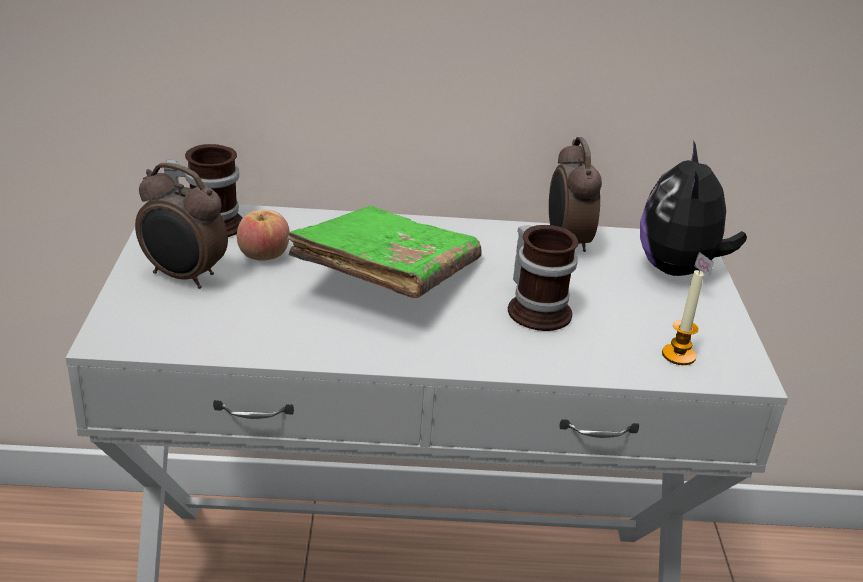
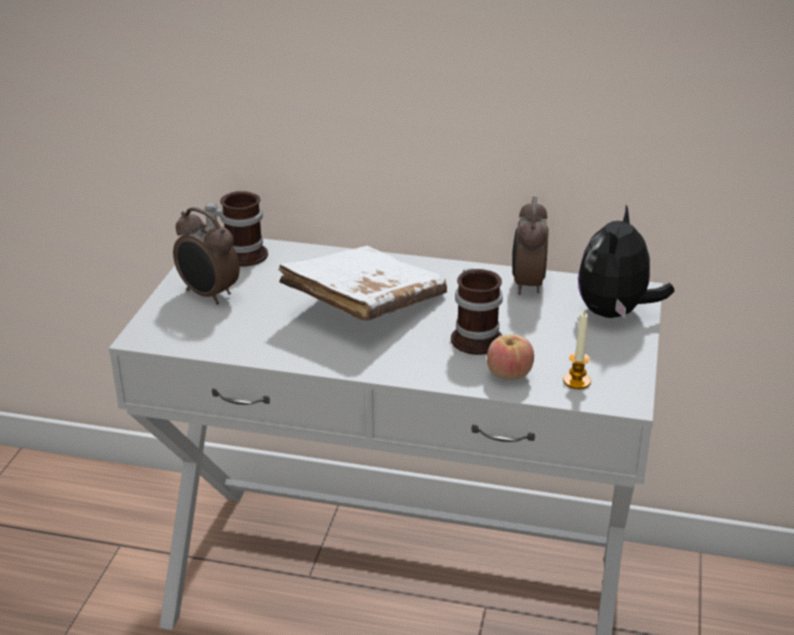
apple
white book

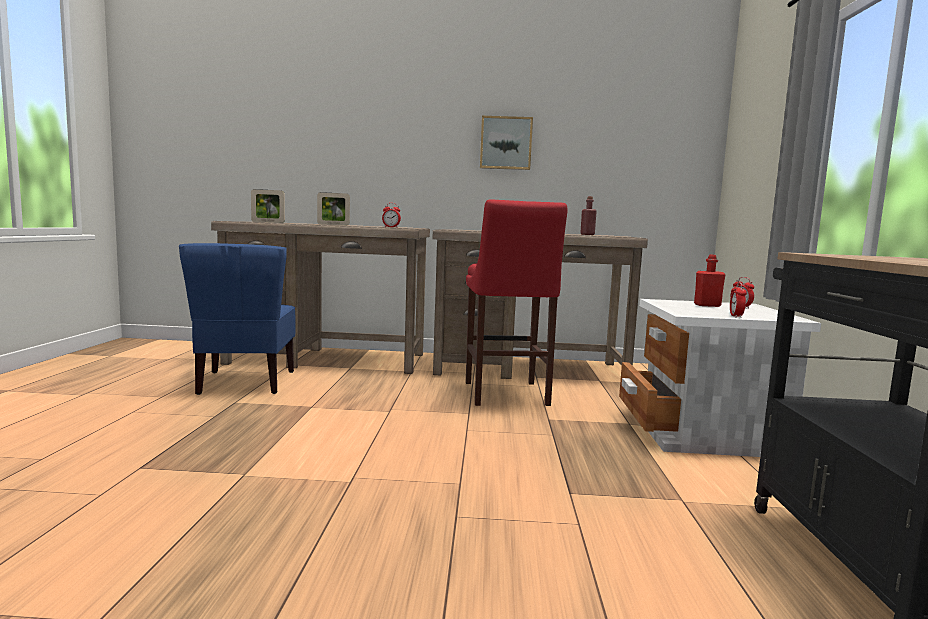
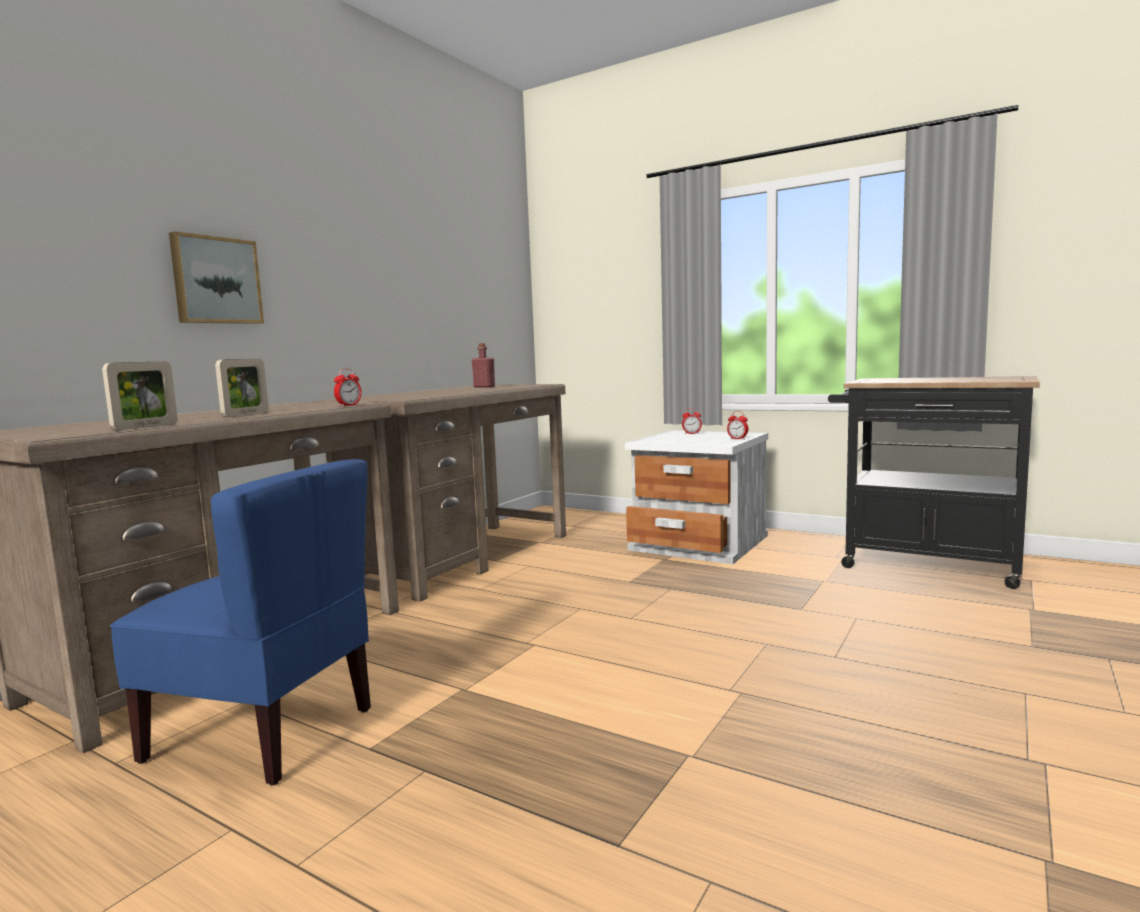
red stool
red bottle (no. 2 from left in the first image)
picture

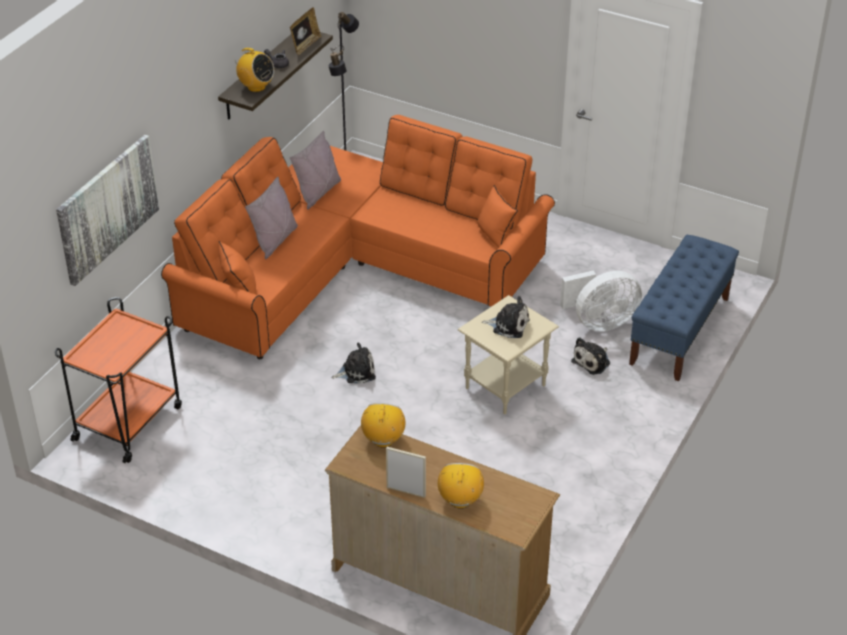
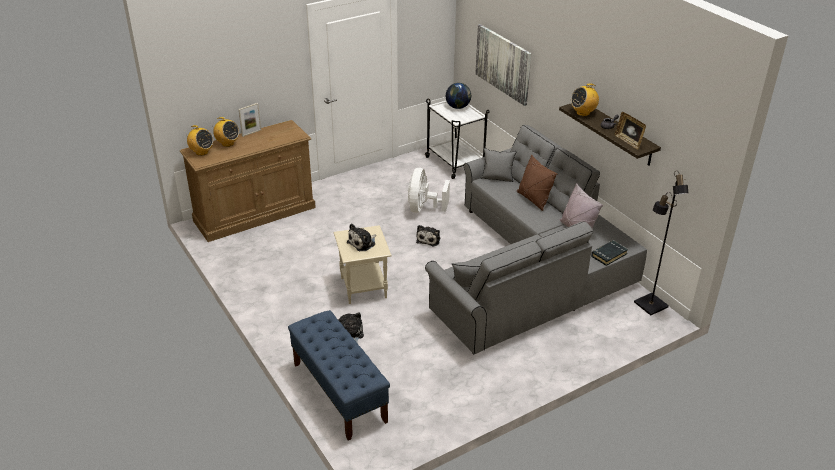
globe
black book
radio (no. 1 from left)
white fan
white cart
grey sofa
brown pillow

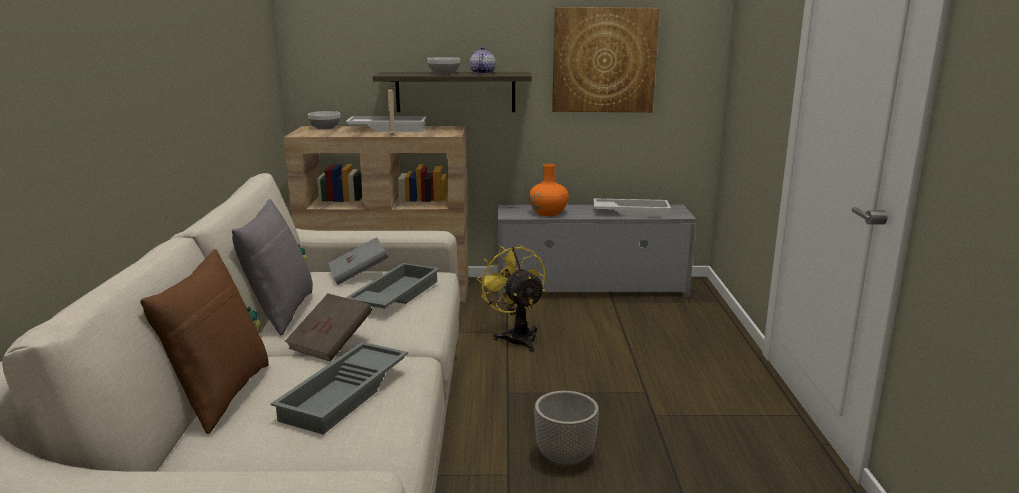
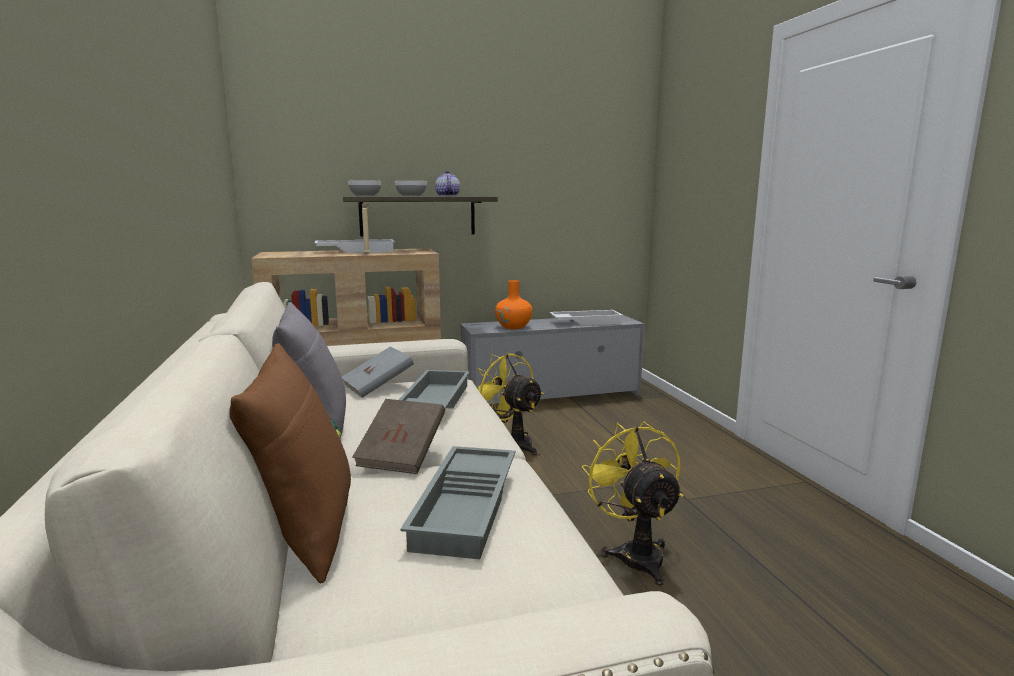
picture
bowl (no. 1 from left)
yellow fan (no. 2 from left)

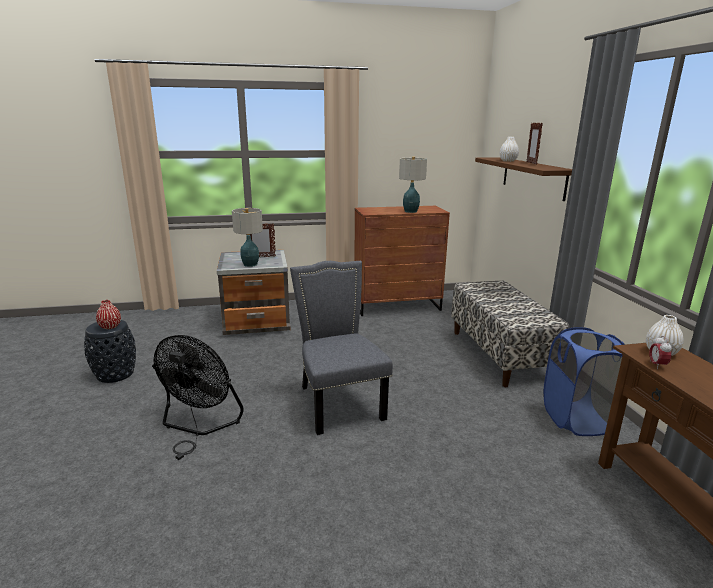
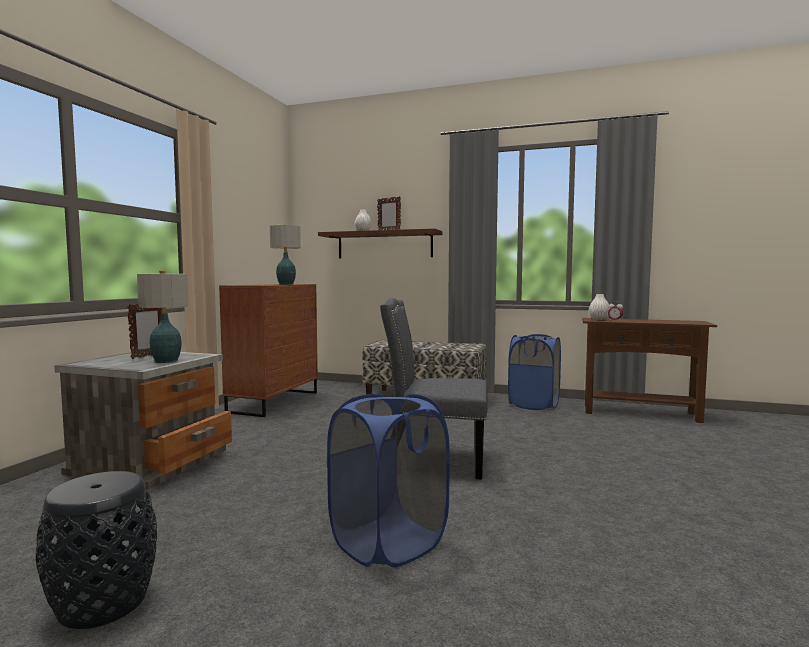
red vase
blue laundry basket (no. 1 from left)

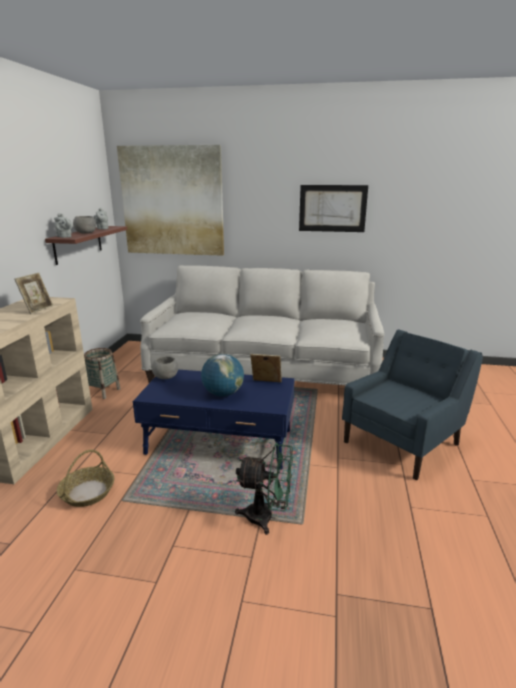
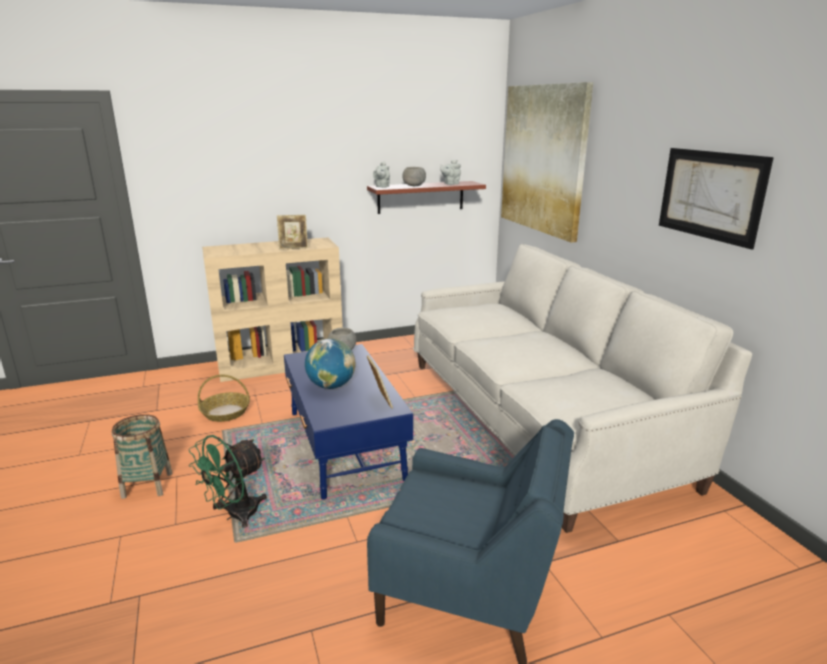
basket (no. 1 from left)
green fan

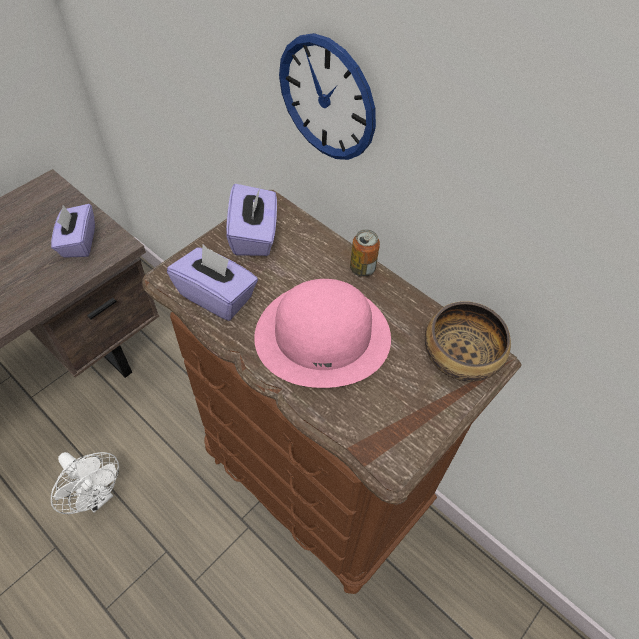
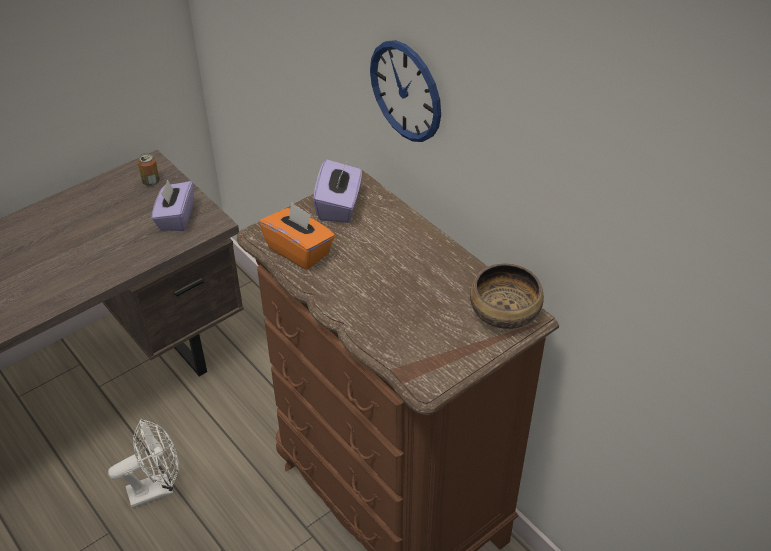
pink hat
can
orange tissue box
white fan

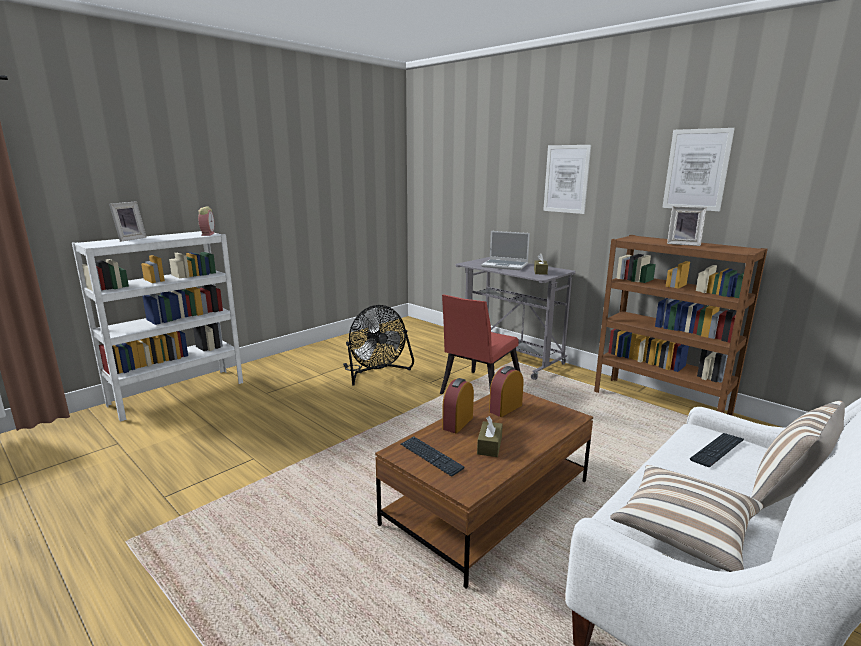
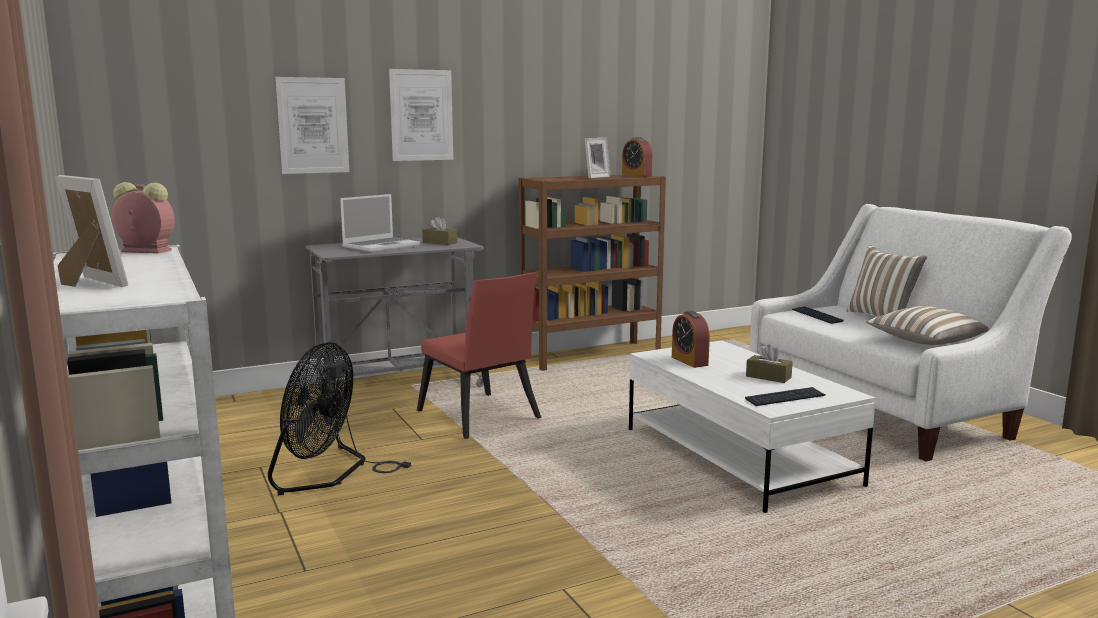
alarm clock (no. 2 from left)
picture (no. 1 from left)
white coffee table
black fan

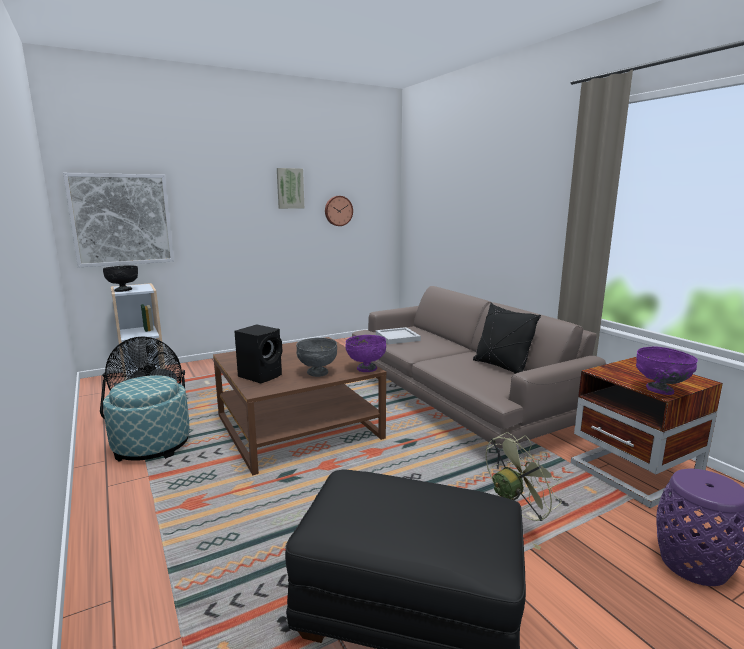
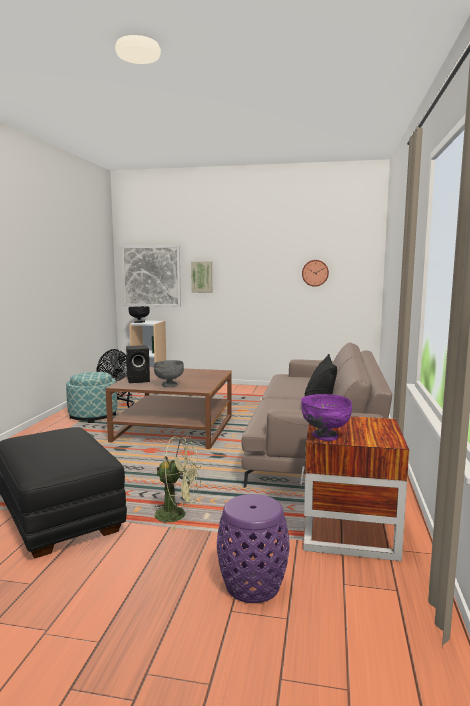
purple bowl (no. 1 from left in the first image)
white tray
picture (no. 2 from left)

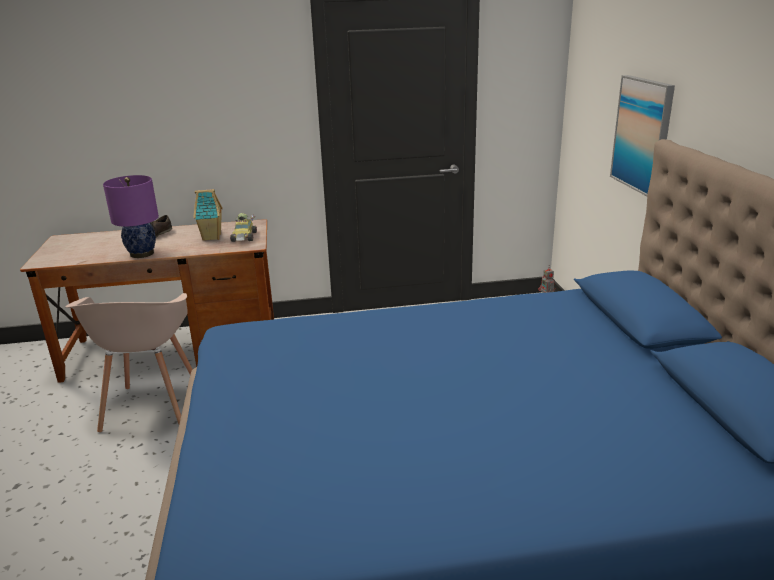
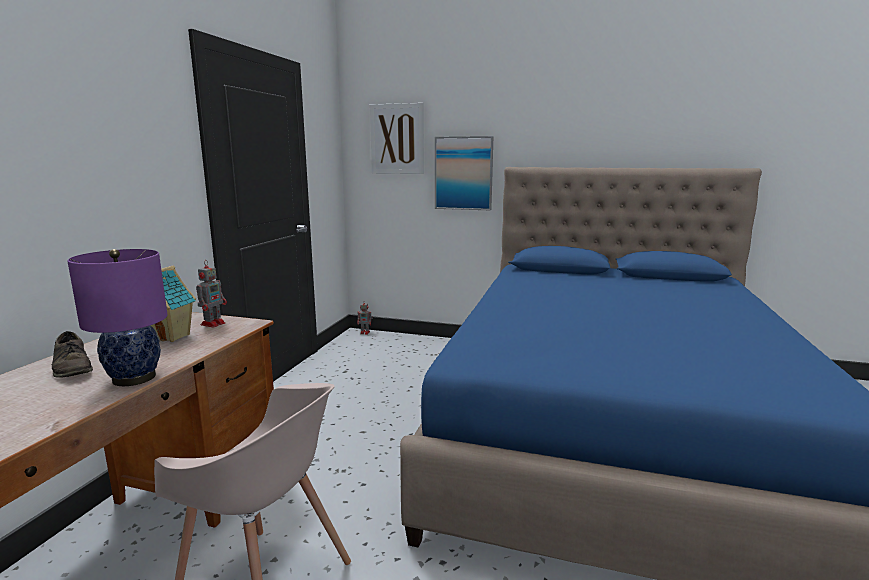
picture (no. 1 from left)
toy robot (no. 1 from left)

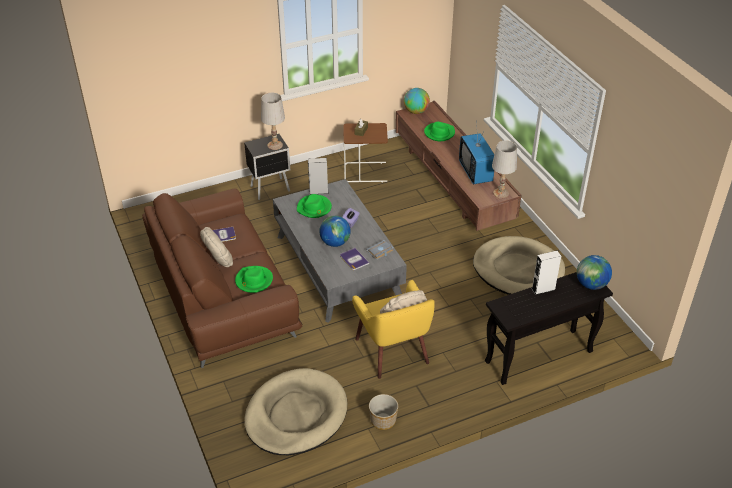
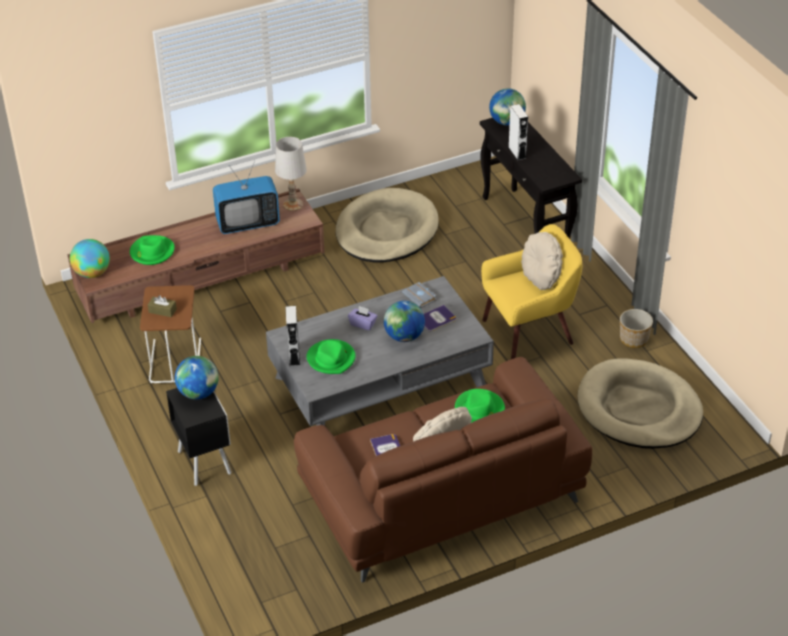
globe (no. 2 from left)

